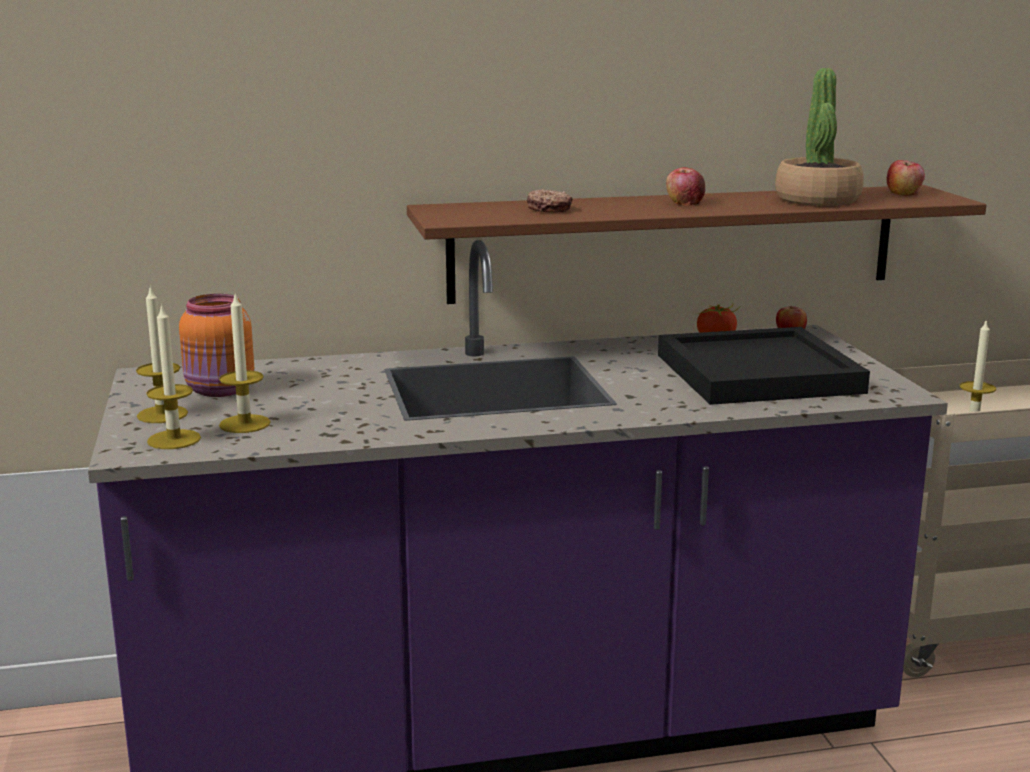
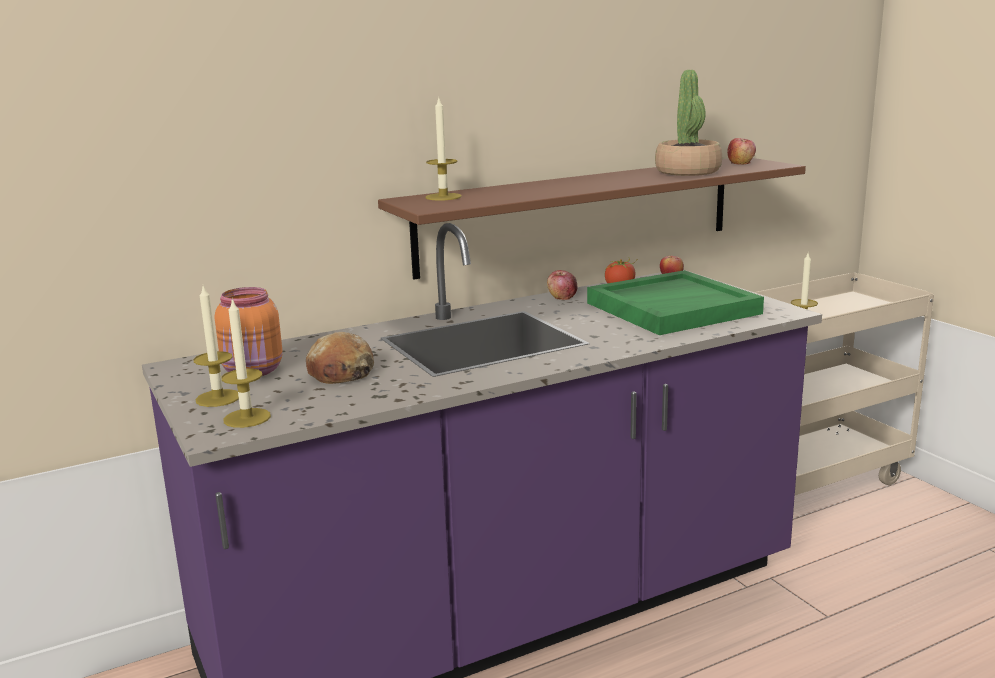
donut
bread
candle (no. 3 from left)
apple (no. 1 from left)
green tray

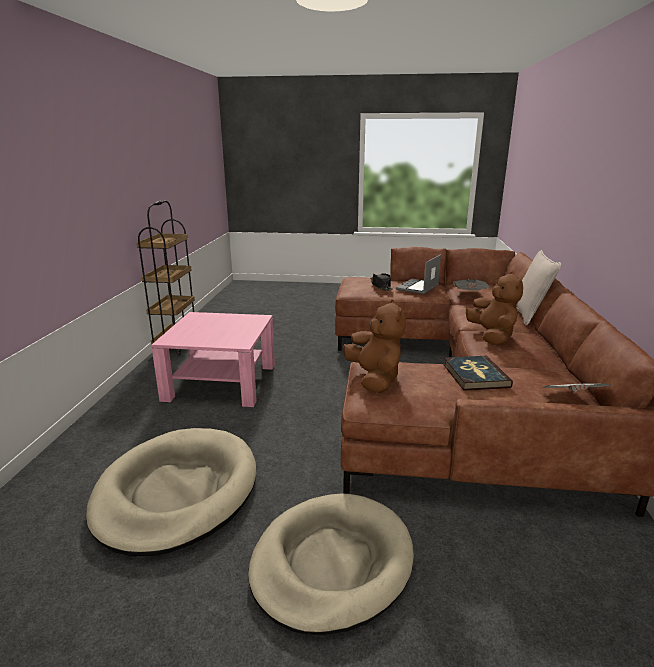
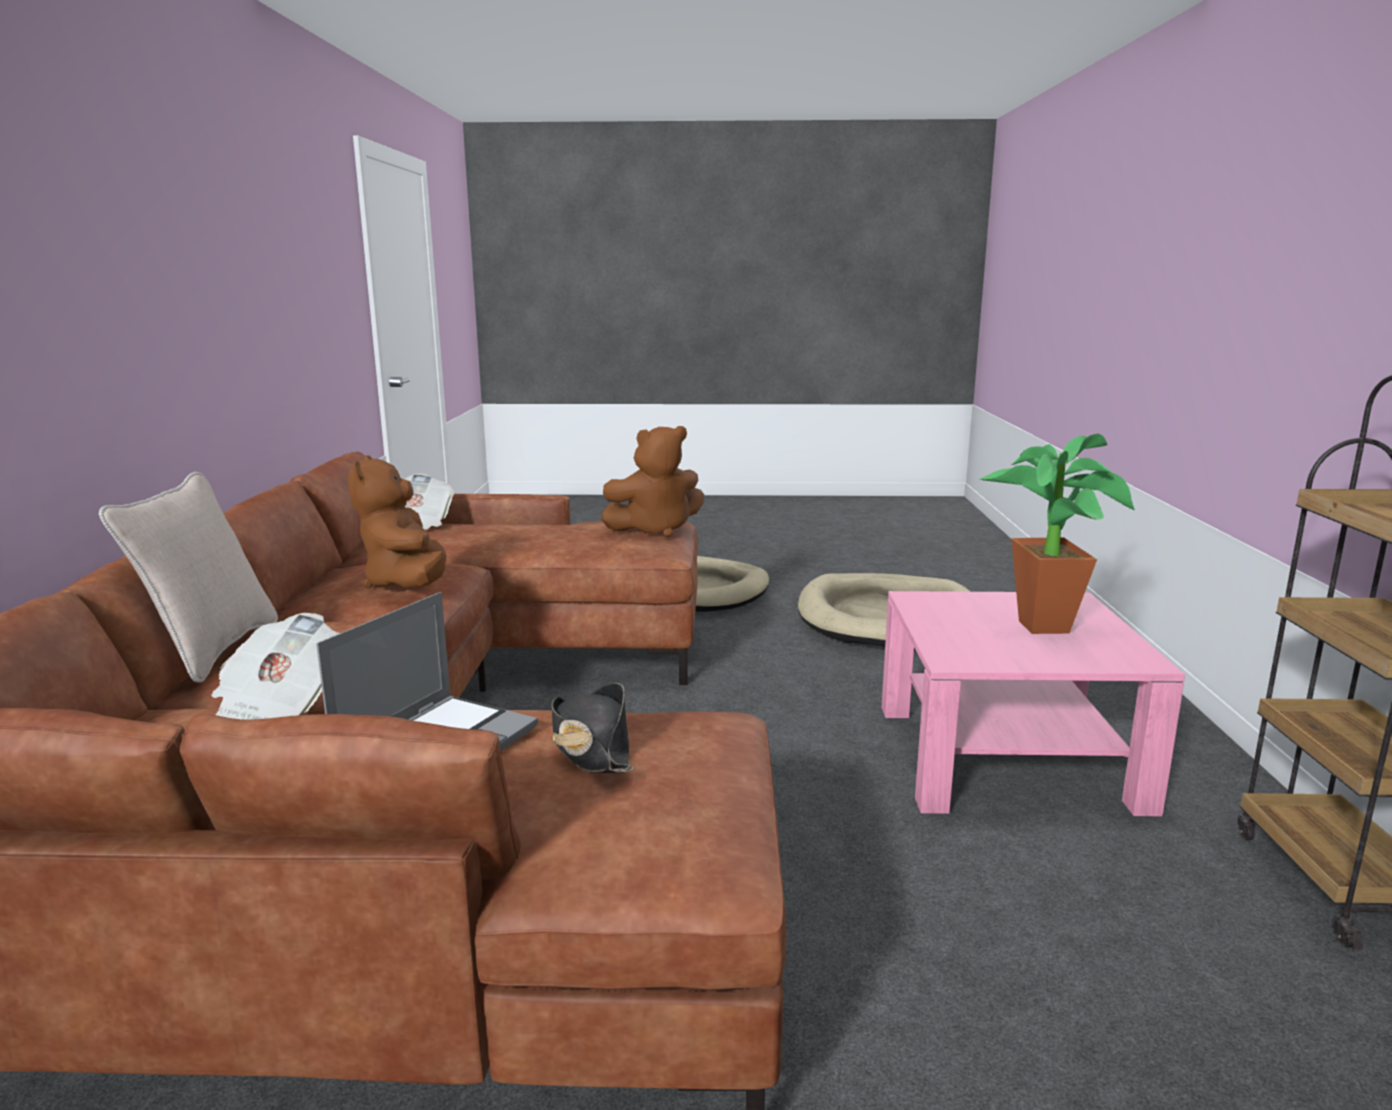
book
potted plant
brown plush toy (no. 2 from left)

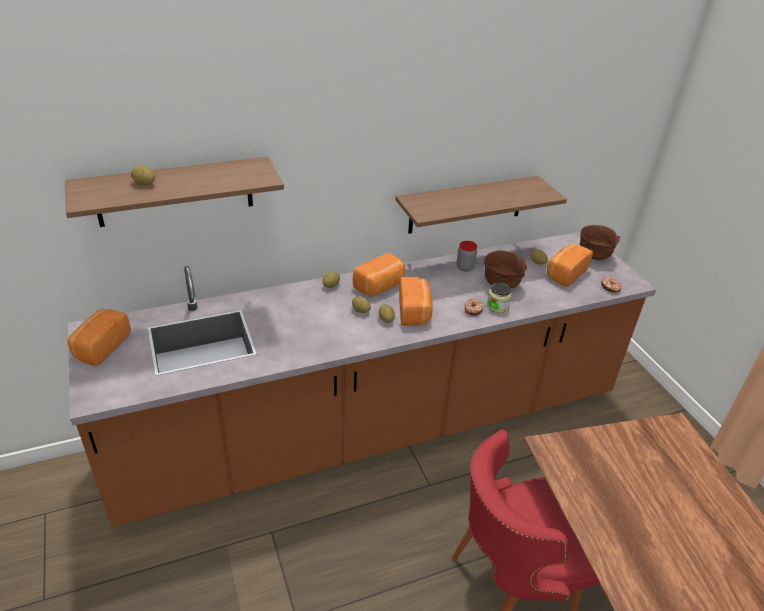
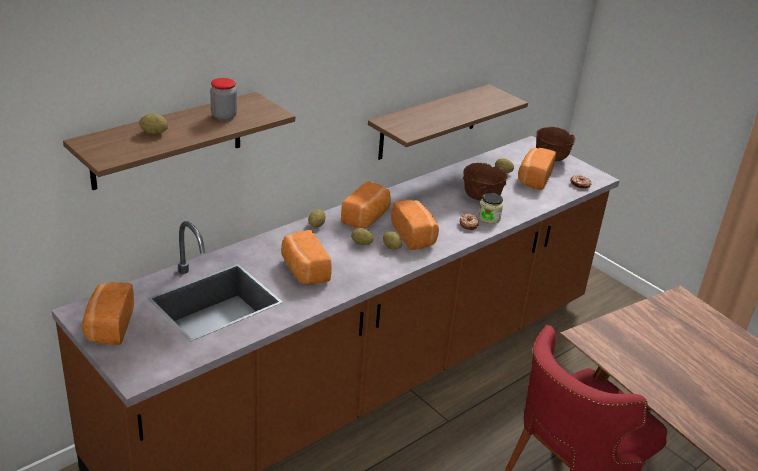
bread (no. 2 from left)
jar (no. 1 from left)

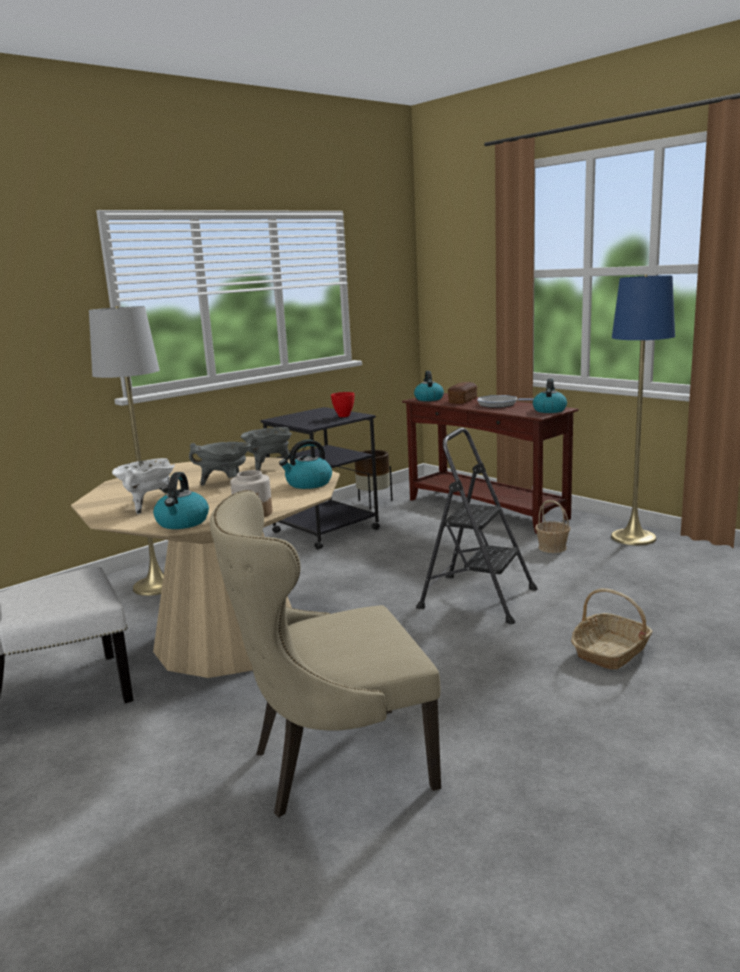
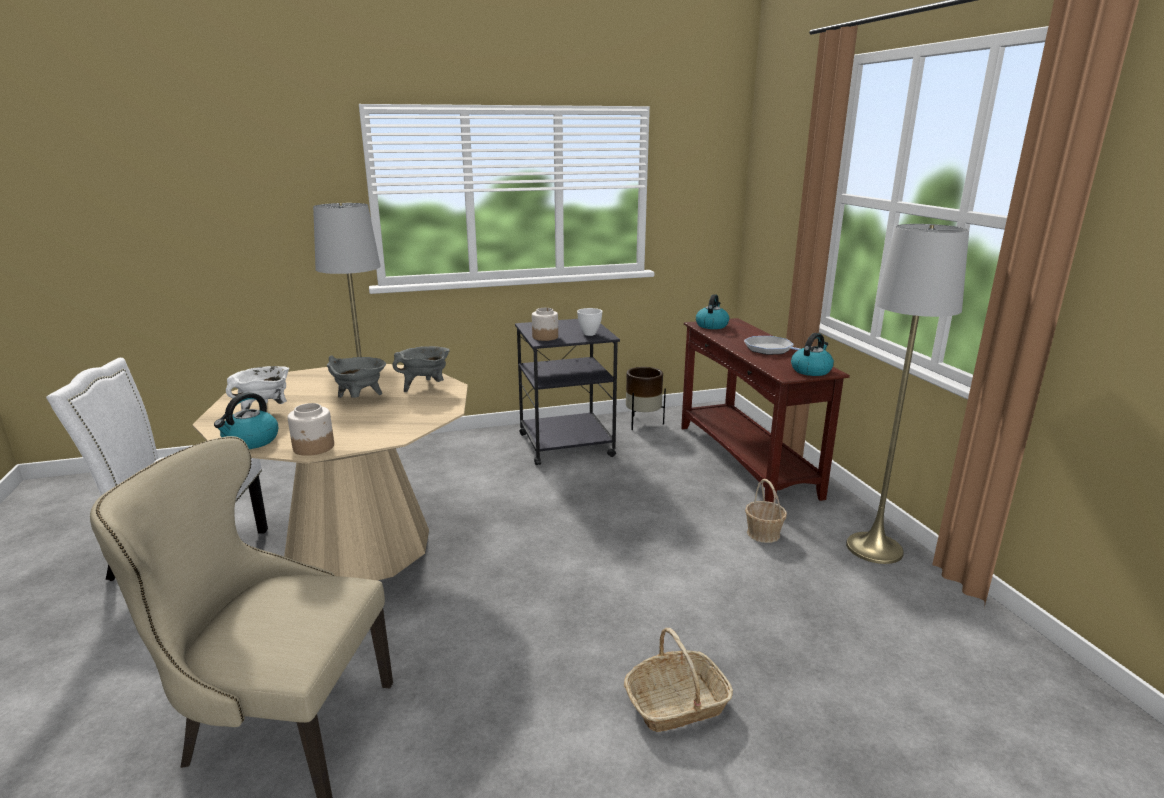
kettle (no. 2 from left in the first image)
black step ladder
bread
jar (no. 2 from left)
white bowl
grey floor lamp (no. 2 from left)

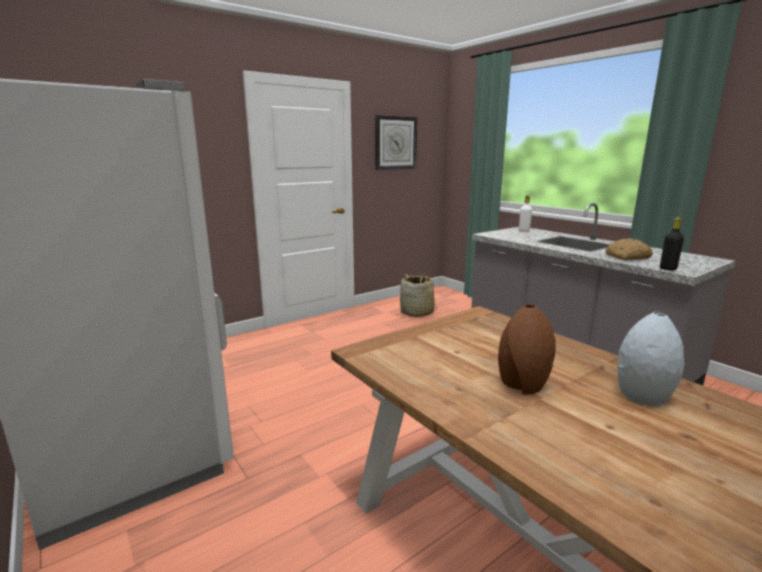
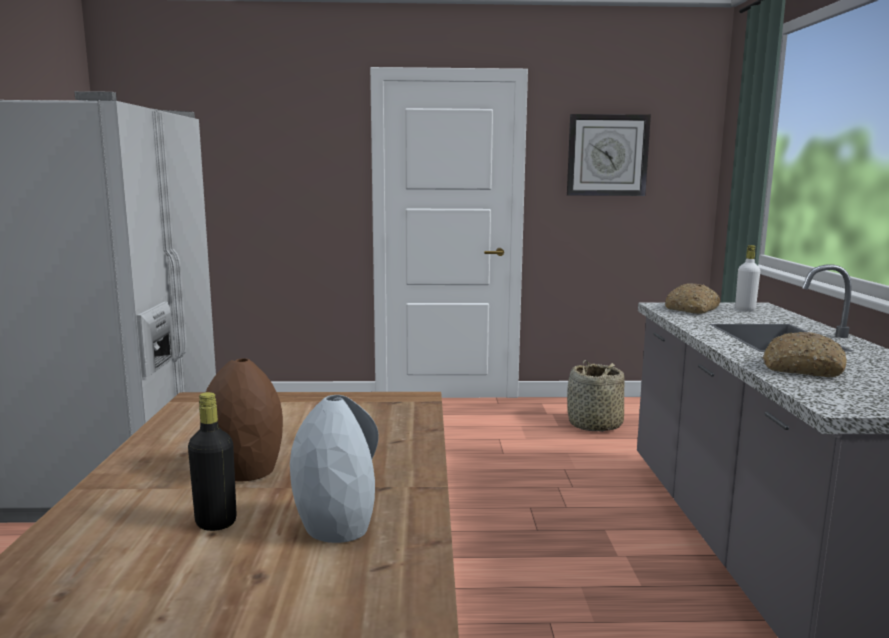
bread (no. 1 from left)
black bottle

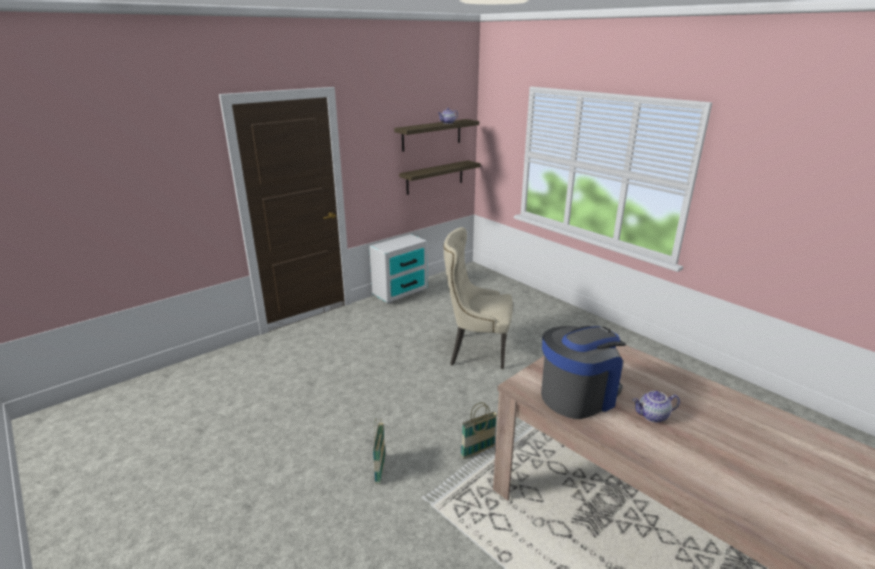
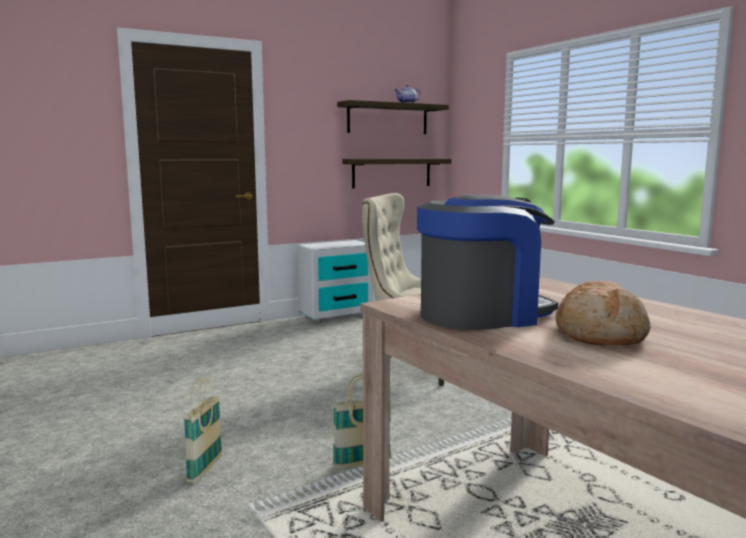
bread

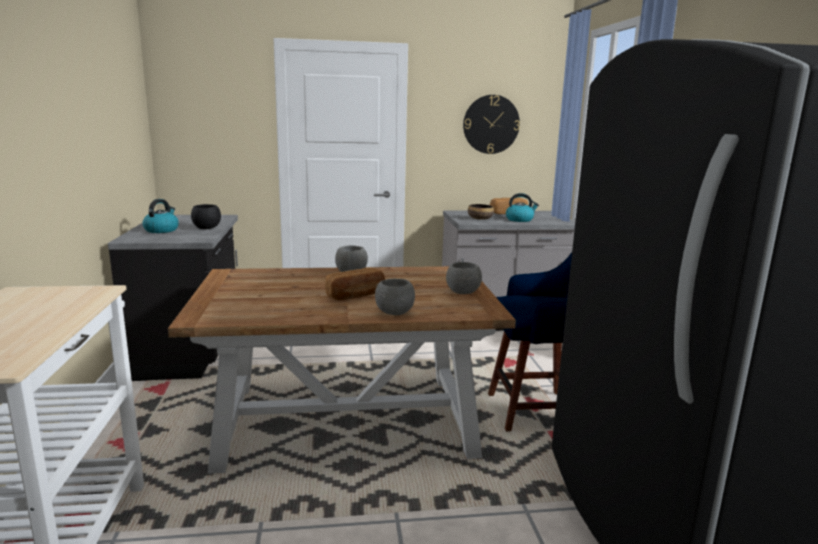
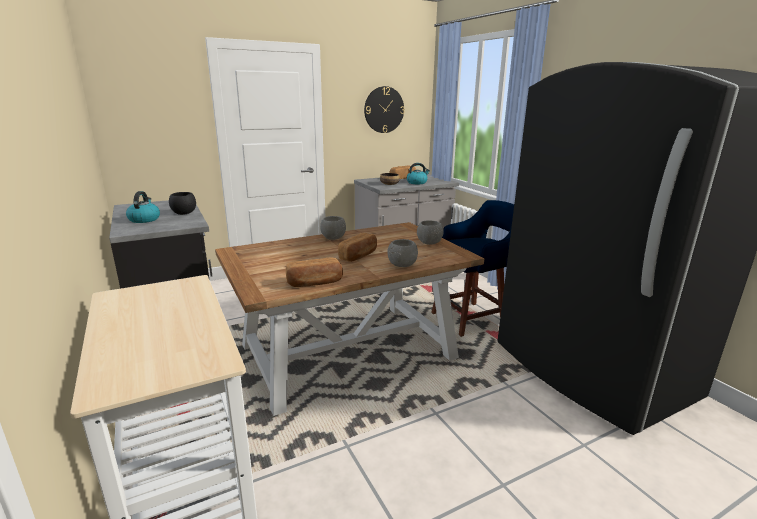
bread (no. 1 from left)

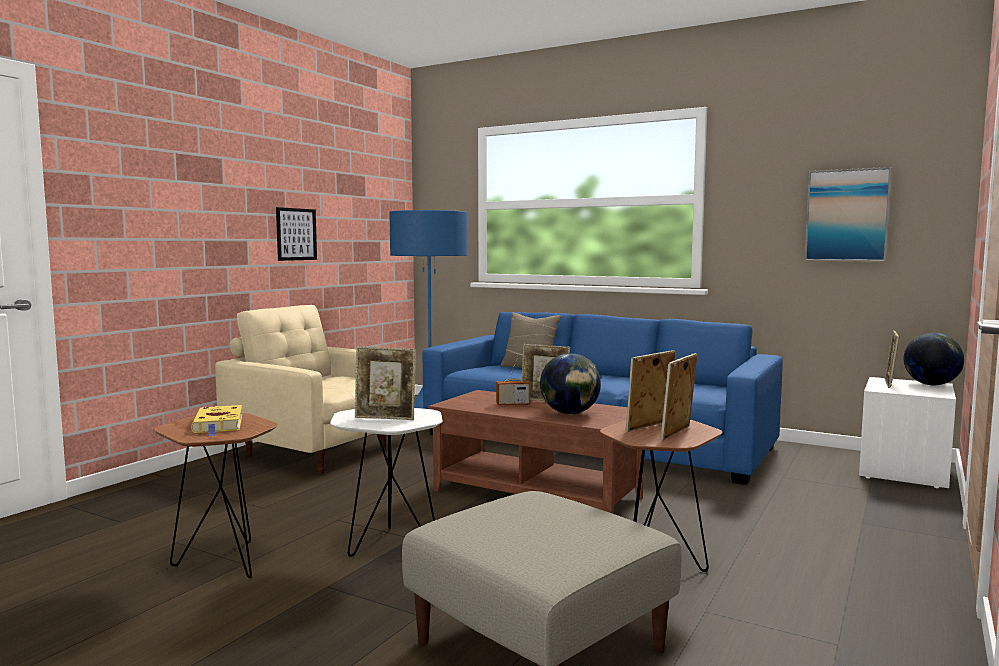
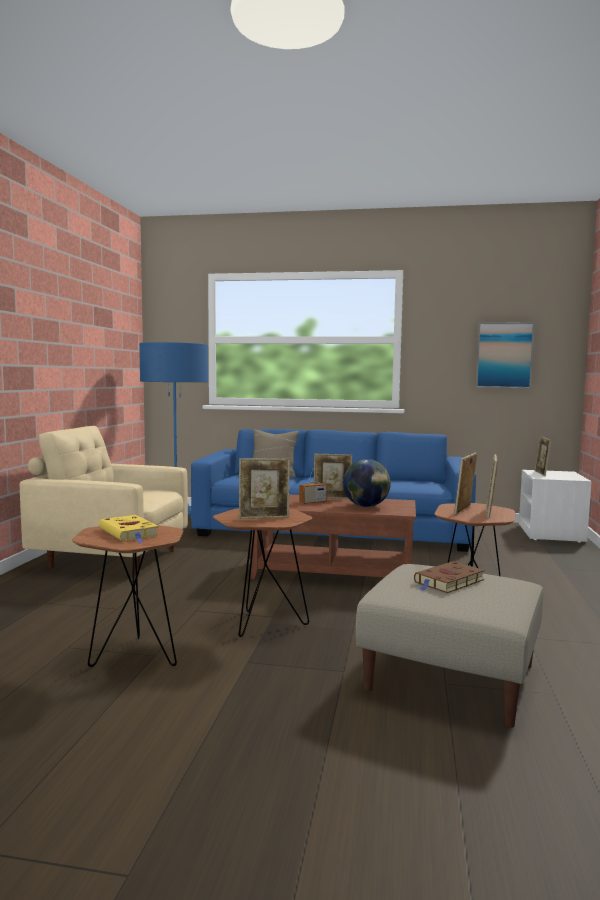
picture (no. 1 from left in the first image)
globe (no. 2 from left in the first image)
brown book
brown side table (no. 2 from left)

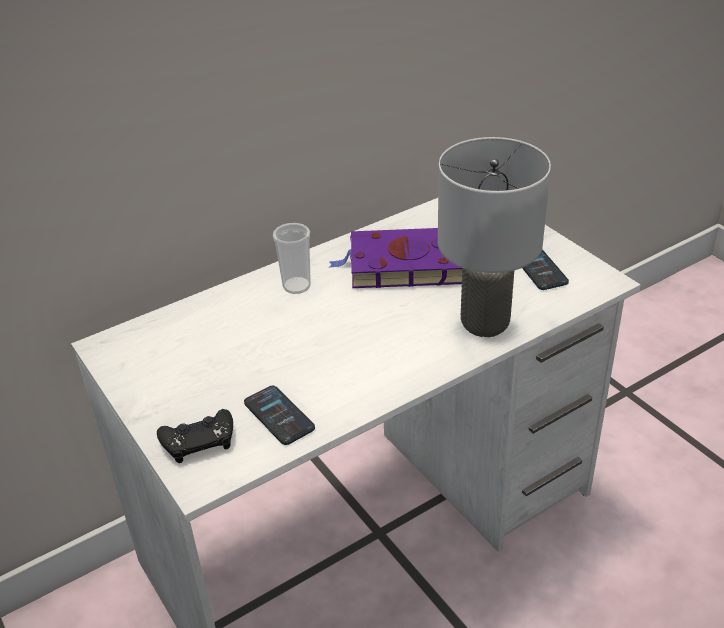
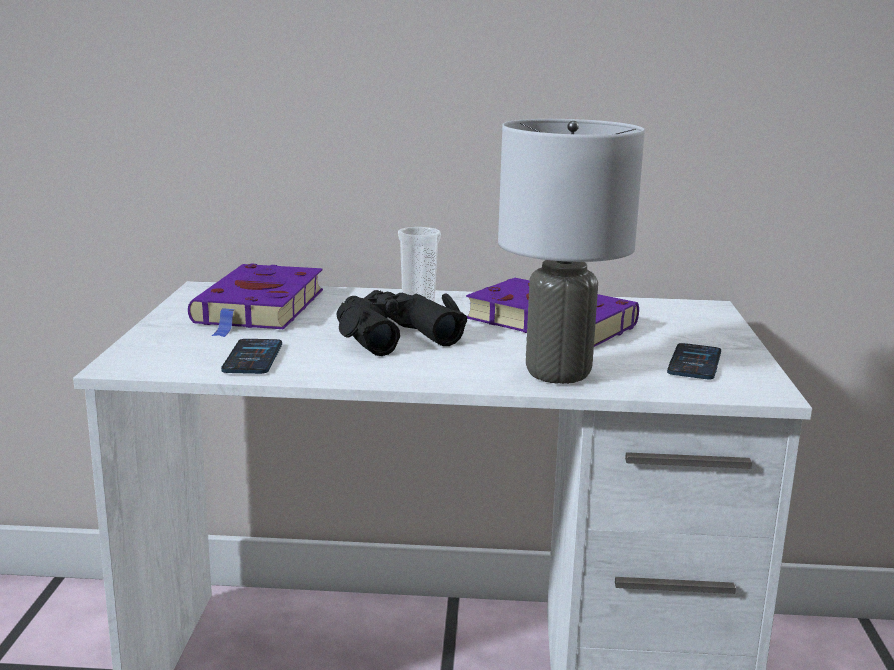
black game controller
purple book (no. 1 from left)
black binoculars

